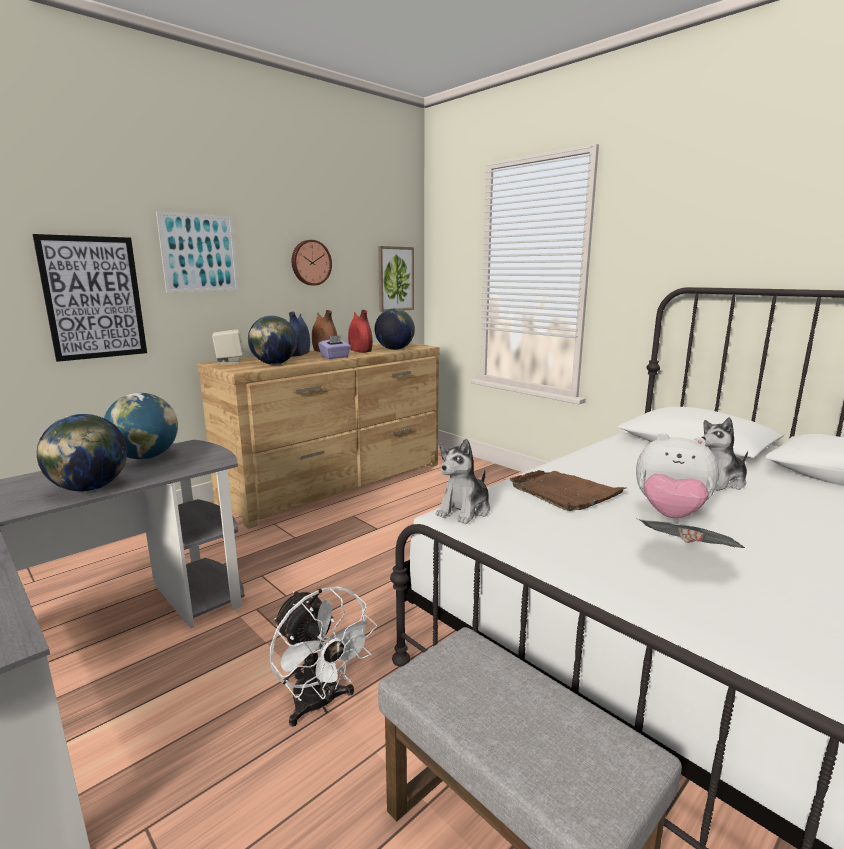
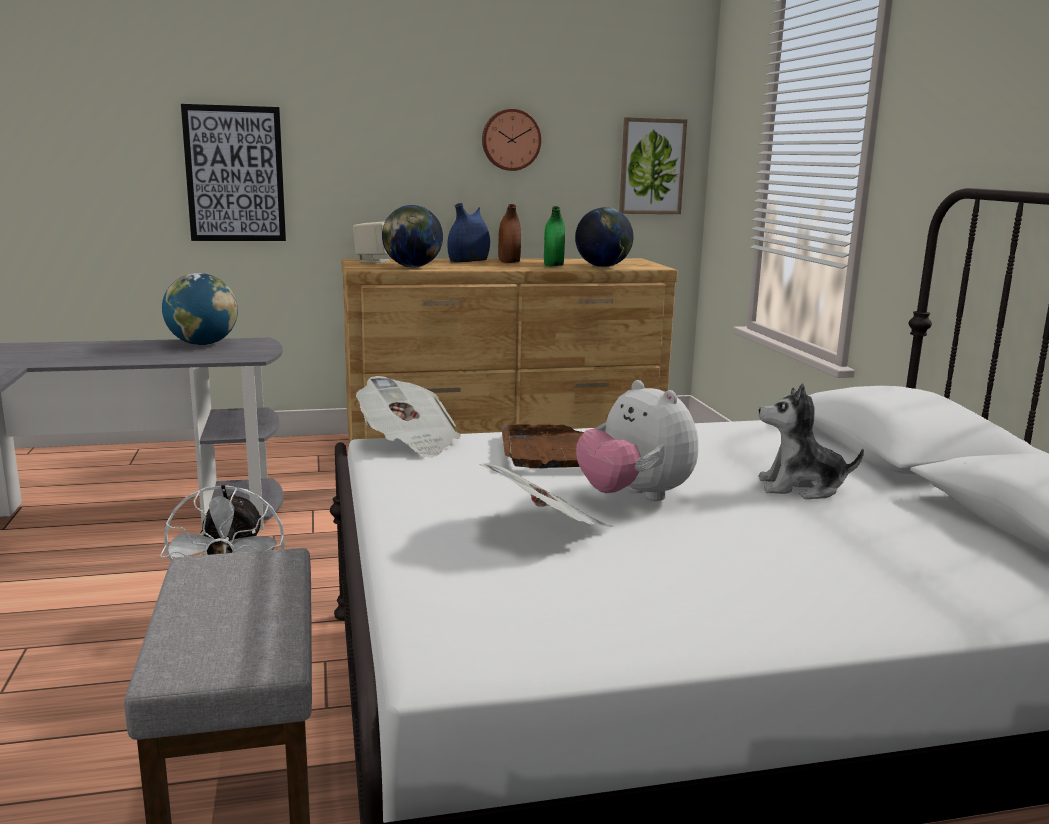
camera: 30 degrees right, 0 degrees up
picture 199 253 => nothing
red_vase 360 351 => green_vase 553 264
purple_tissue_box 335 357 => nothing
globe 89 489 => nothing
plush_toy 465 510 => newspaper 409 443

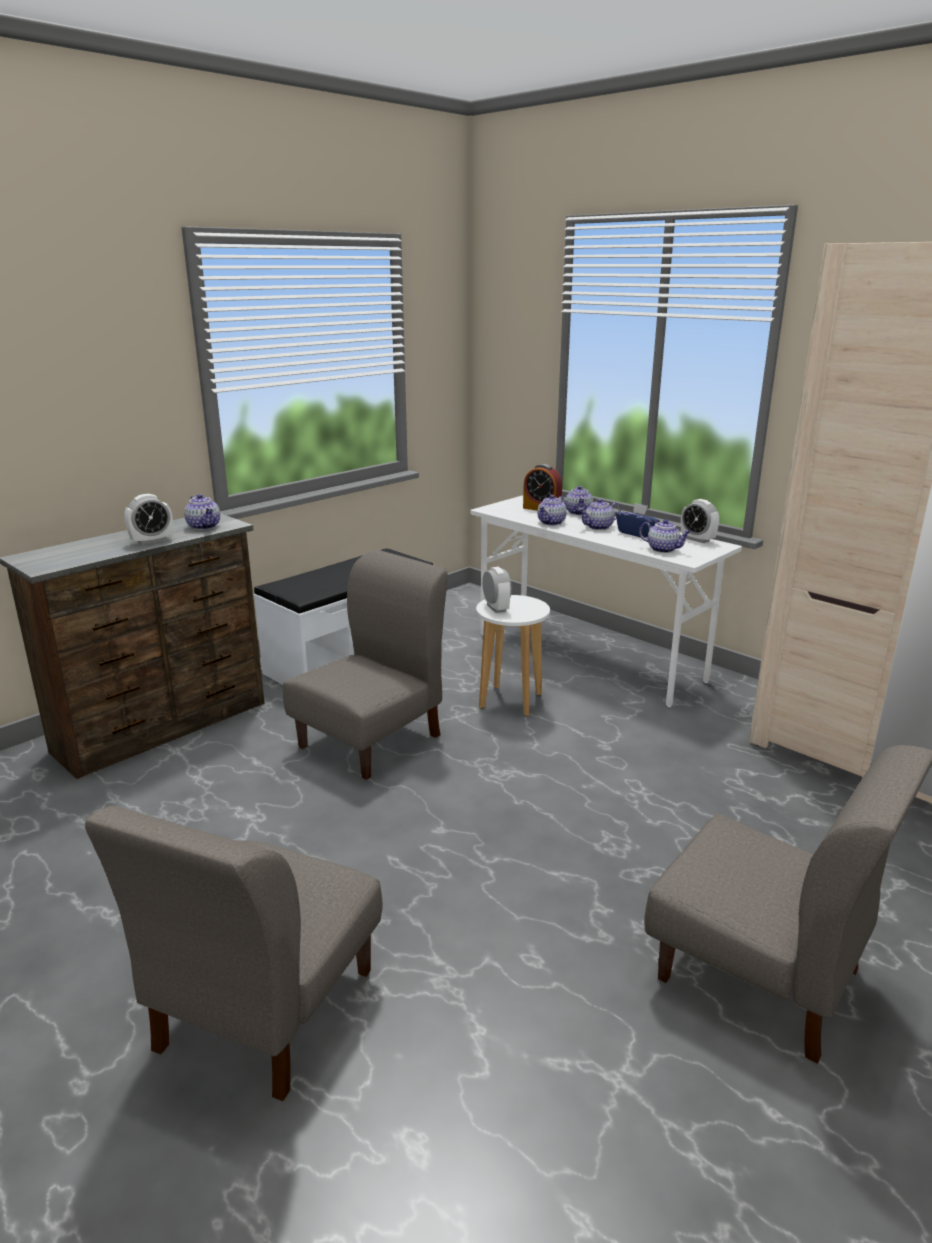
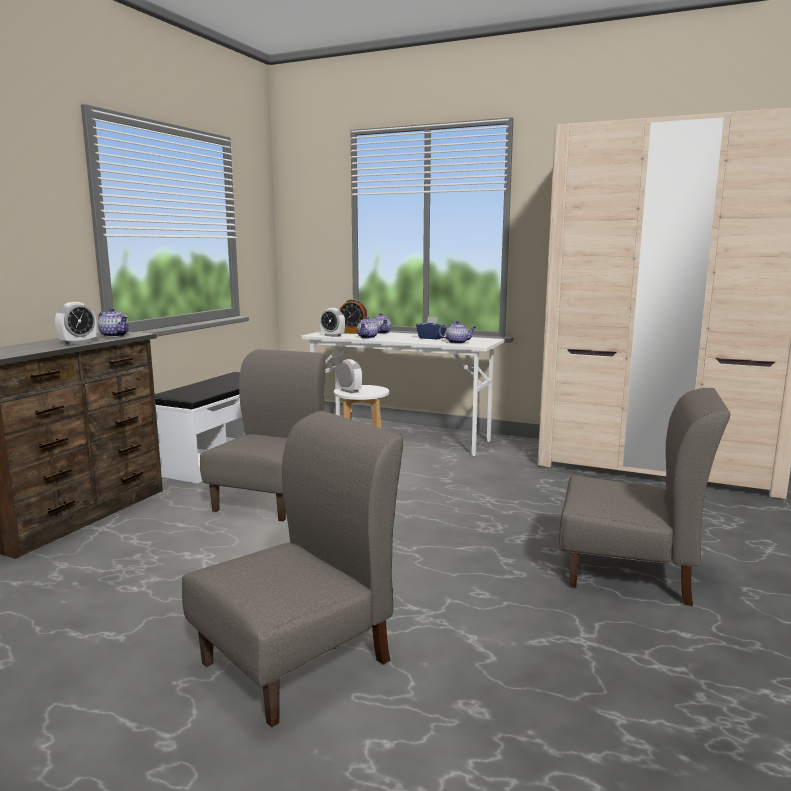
camera: 20 degrees left, 10 degrees down
teapot 598 527 => nothing
alarm_clock 697 539 => alarm_clock 332 335, relocated
grey_chair 264 1009 => grey_chair 298 662, 135 degrees counterclockwise

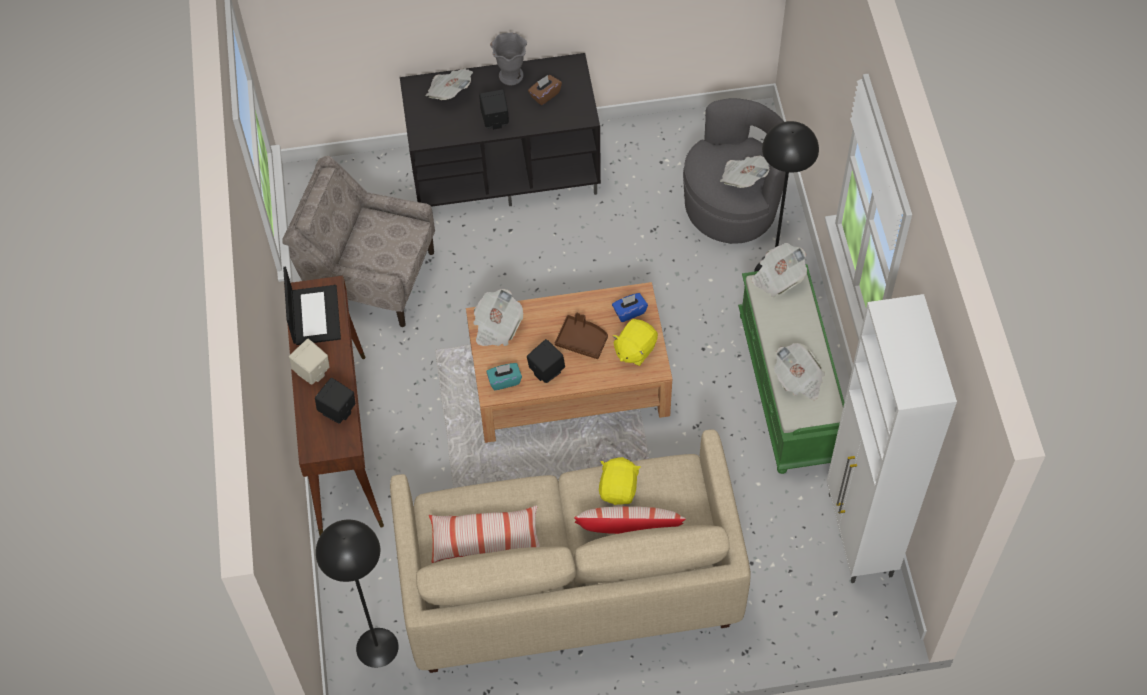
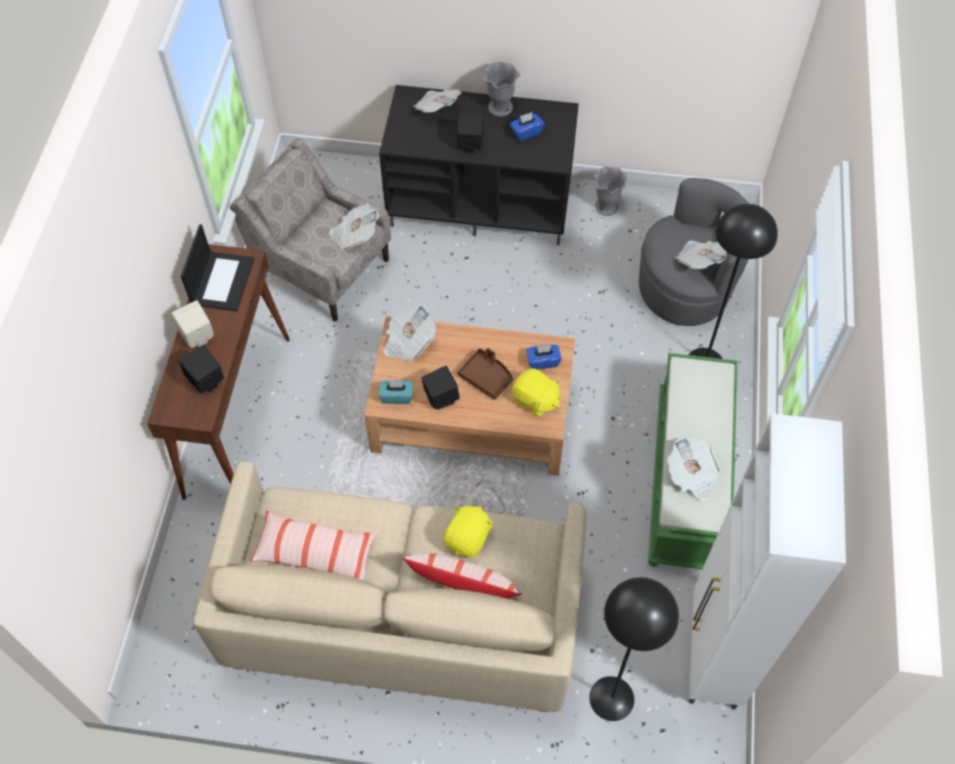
camera: 15 degrees right, 0 degrees up
brown_tissue_box 545 95 => blue_tissue_box 526 132
newspaper 778 278 => newspaper 354 235, relocated
yellow_plush_toy 634 350 => yellow_plush_toy 535 400, 105 degrees counterclockwise
black_floor_lamp 376 647 => black_floor_lamp 611 698, relocated
nothing => grey_vase 606 207

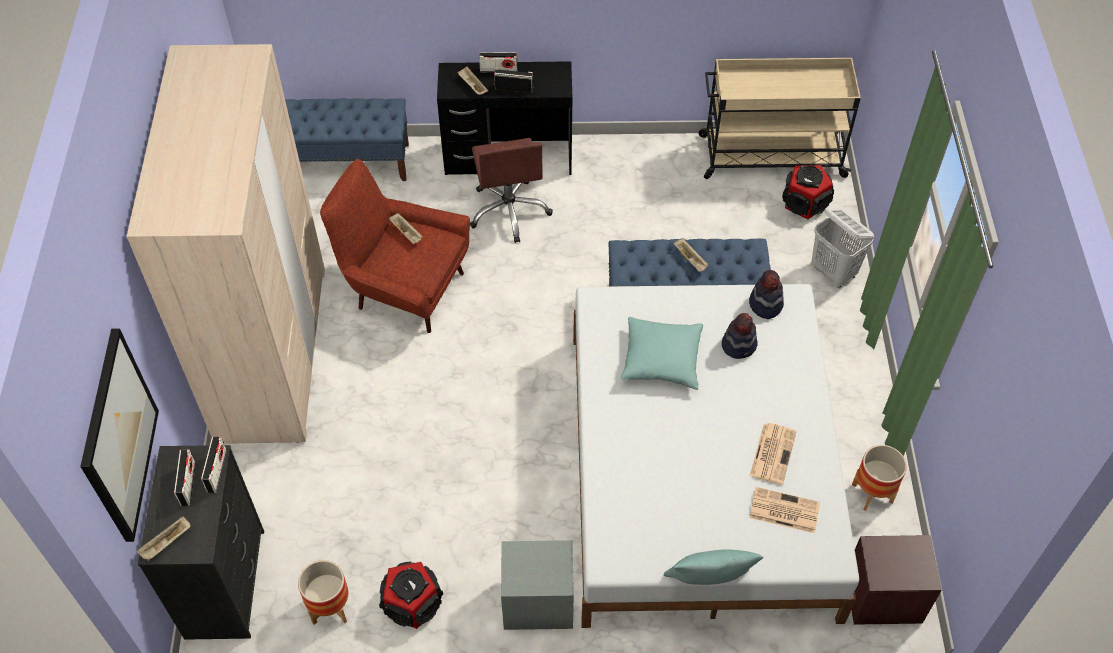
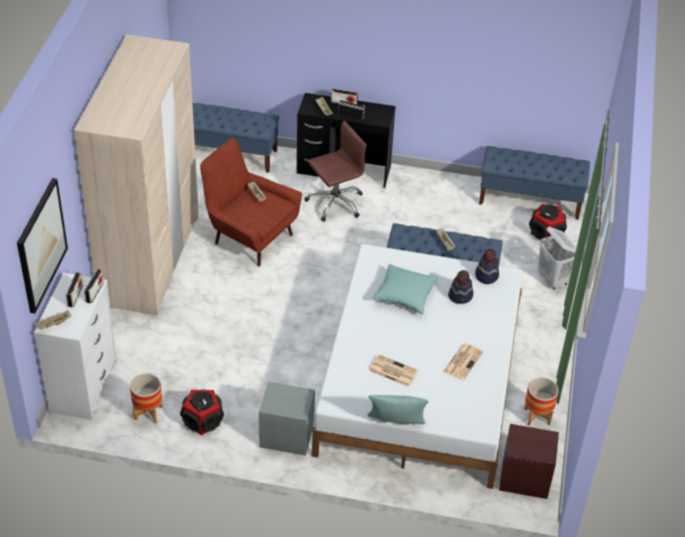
camera: 10 degrees right, 10 degrees down
beige_cart 770 156 => blue_bench 530 200
brown_office_chair 509 211 => brown_office_chair 335 203, 120 degrees counterclockwise
black_dresser 226 584 => white_dresser 84 386
newspaper 783 510 => newspaper 392 371, relocated

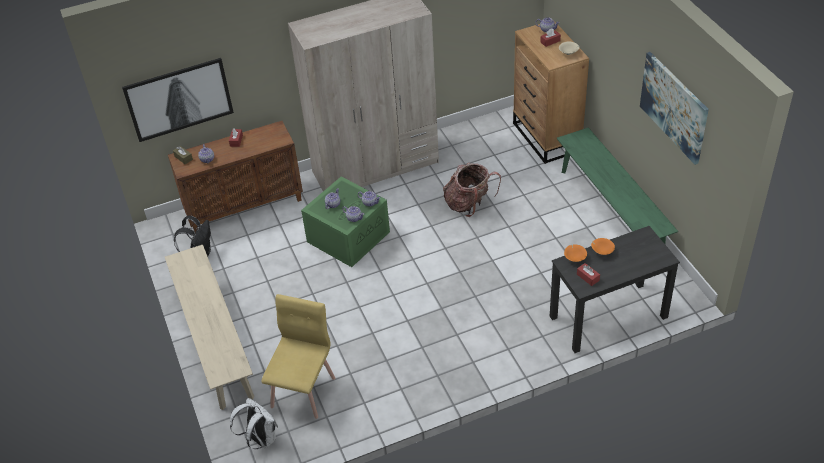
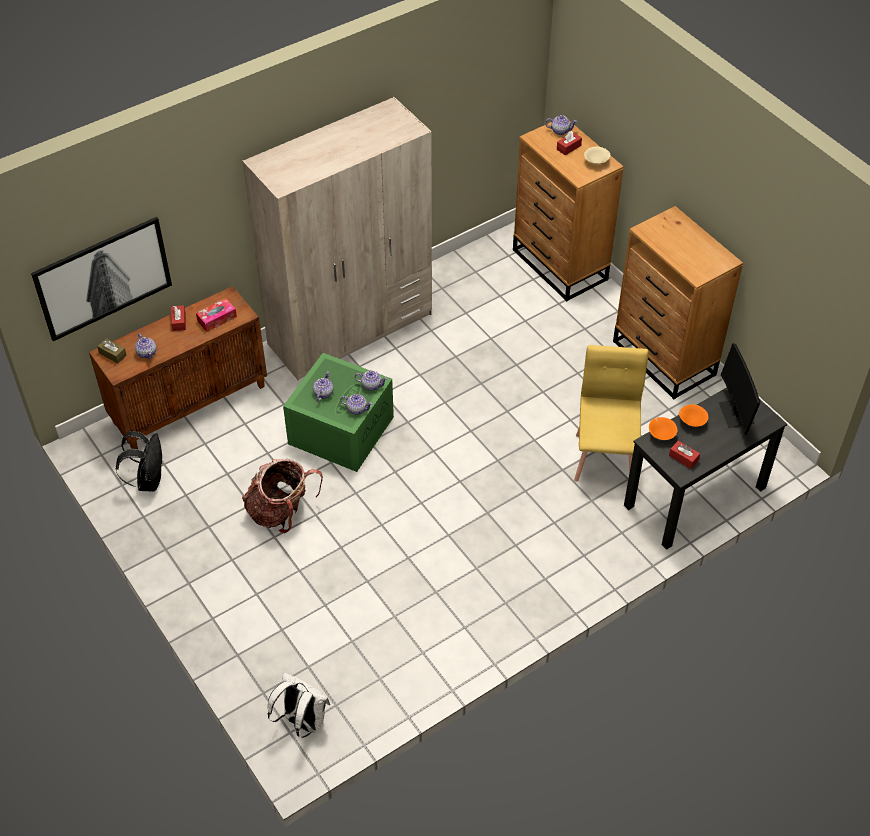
camera: 15 degrees left, 5 degrees up
picture 674 107 => nothing
green_bench 610 213 => brown_dresser 664 359
backpack 469 204 => backpack 281 511, relocated
beige_bench 215 341 => nothing
yellow_chair 304 391 => yellow_chair 605 458, relocated
nothing => tissue_box 217 319
nothing => monitor 736 414

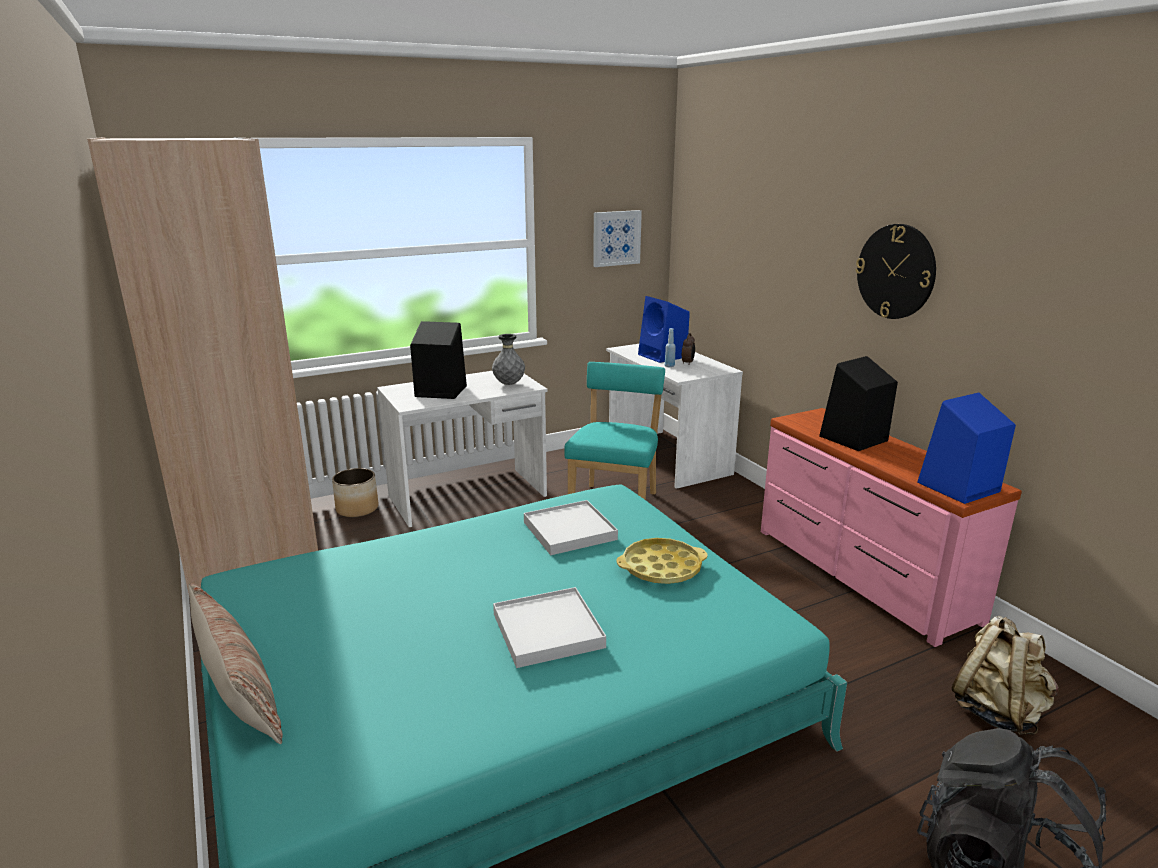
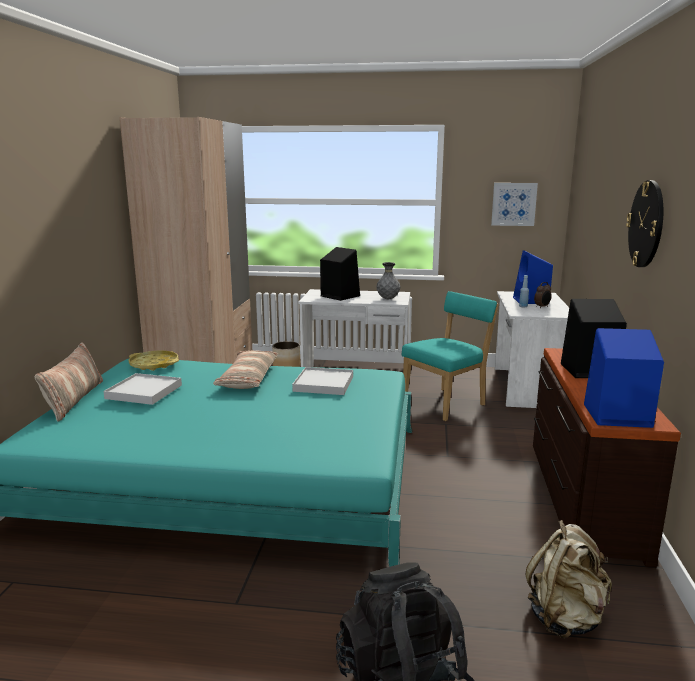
camera: 35 degrees right, 5 degrees down
pink_dresser 860 574 => brown_dresser 582 497
yellow_tray 661 567 => yellow_tray 154 364, relocated
white_tray 548 630 => white_tray 144 392, relocated
nothing => pillow 248 378

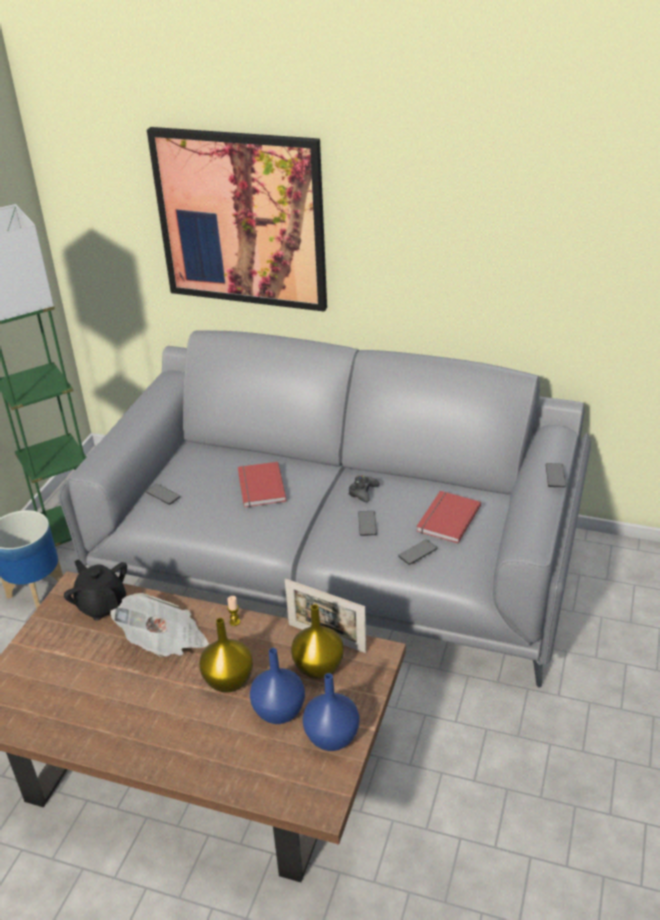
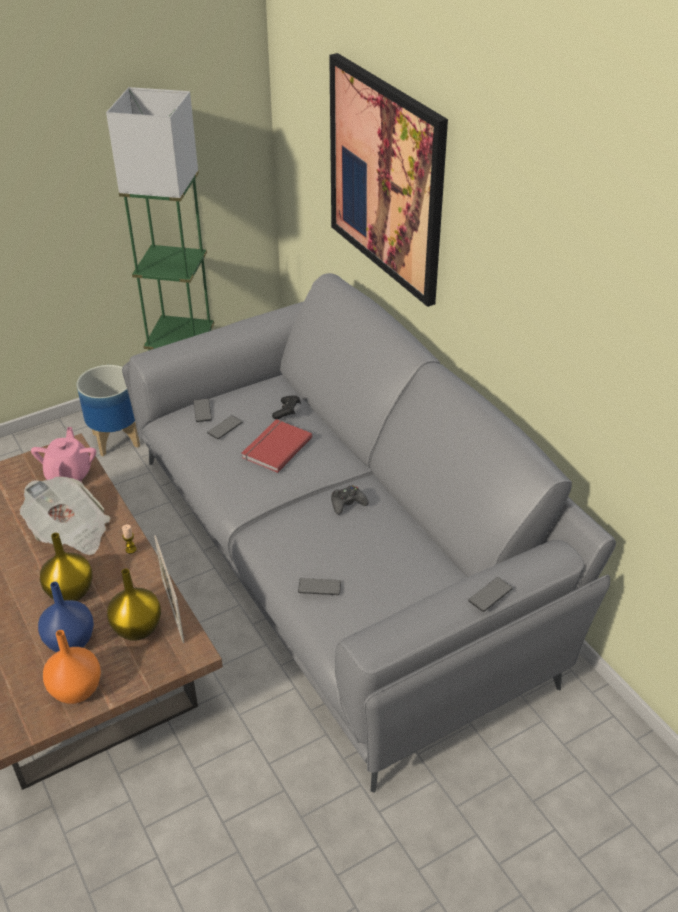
camera: 40 degrees right, 5 degrees up
red_book 446 518 => nothing
phone 367 524 => phone 225 428, relocated
black_teapot 102 605 => pink_teapot 69 475
blue_vase 332 738 => orange_vase 76 691
nothing => black_game_controller 287 412

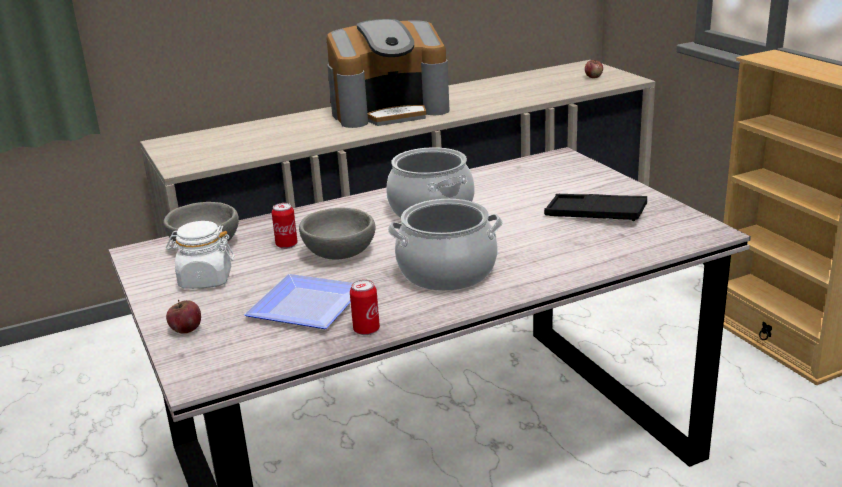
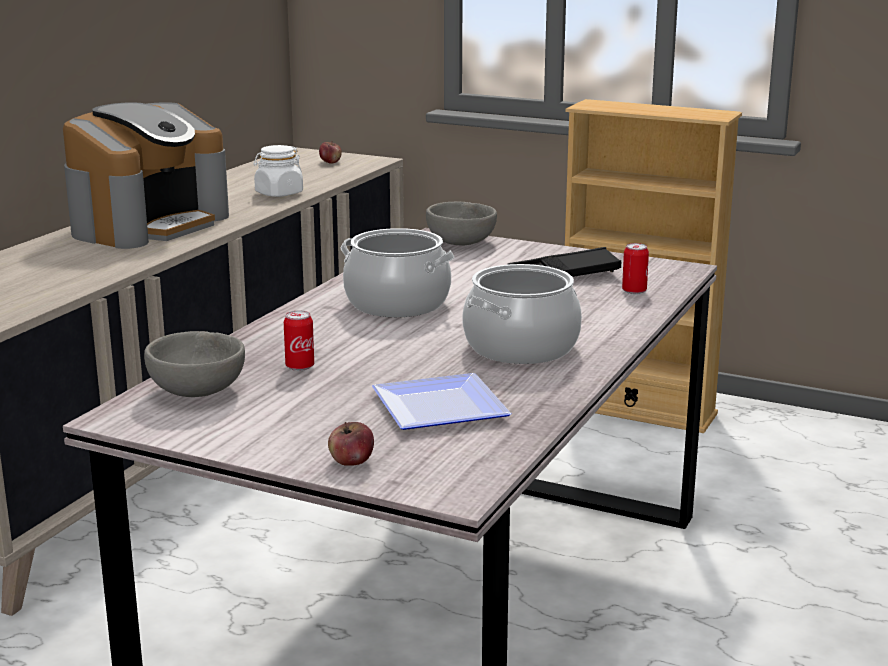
camera: 40 degrees left, 5 degrees down
grey_bowl 338 253 => grey_bowl 459 242, relocated
white_jar 205 280 => white_jar 279 193, relocated
can 366 330 => can 634 291, relocated

